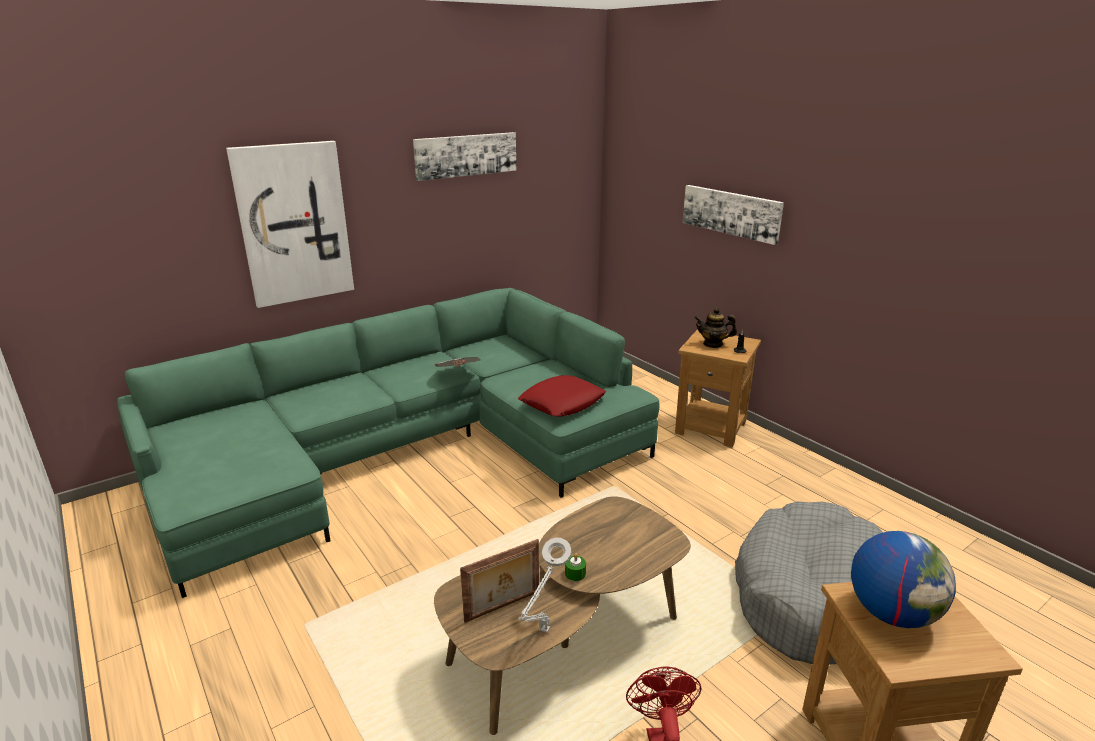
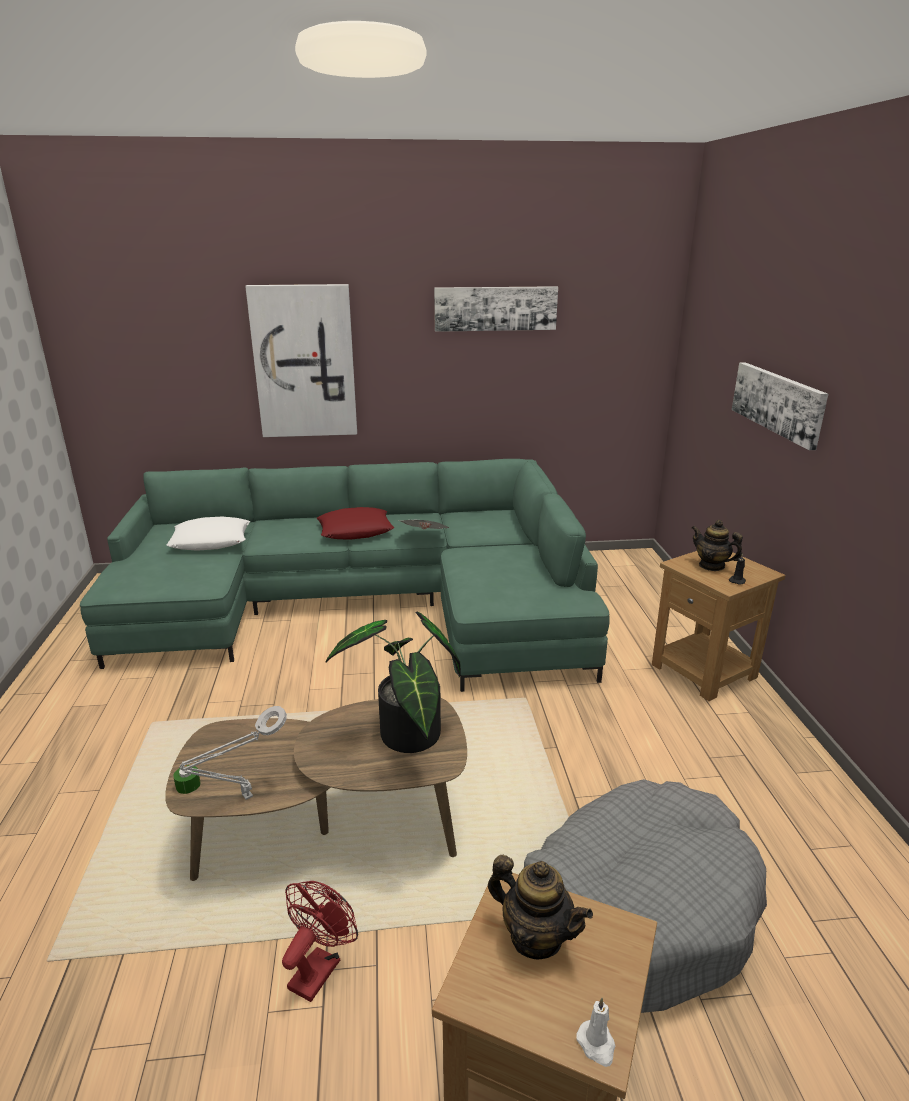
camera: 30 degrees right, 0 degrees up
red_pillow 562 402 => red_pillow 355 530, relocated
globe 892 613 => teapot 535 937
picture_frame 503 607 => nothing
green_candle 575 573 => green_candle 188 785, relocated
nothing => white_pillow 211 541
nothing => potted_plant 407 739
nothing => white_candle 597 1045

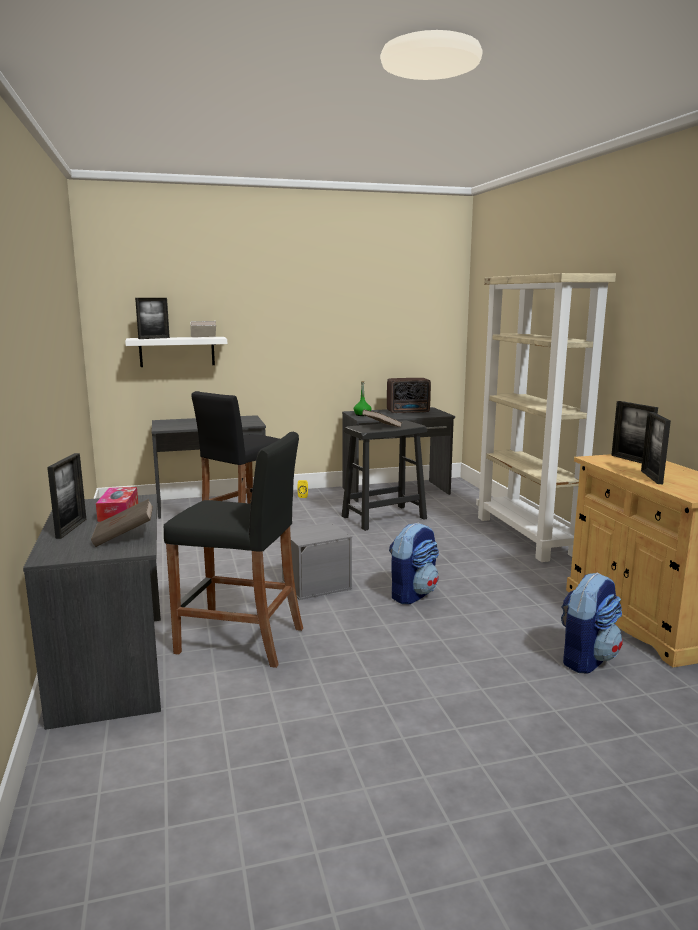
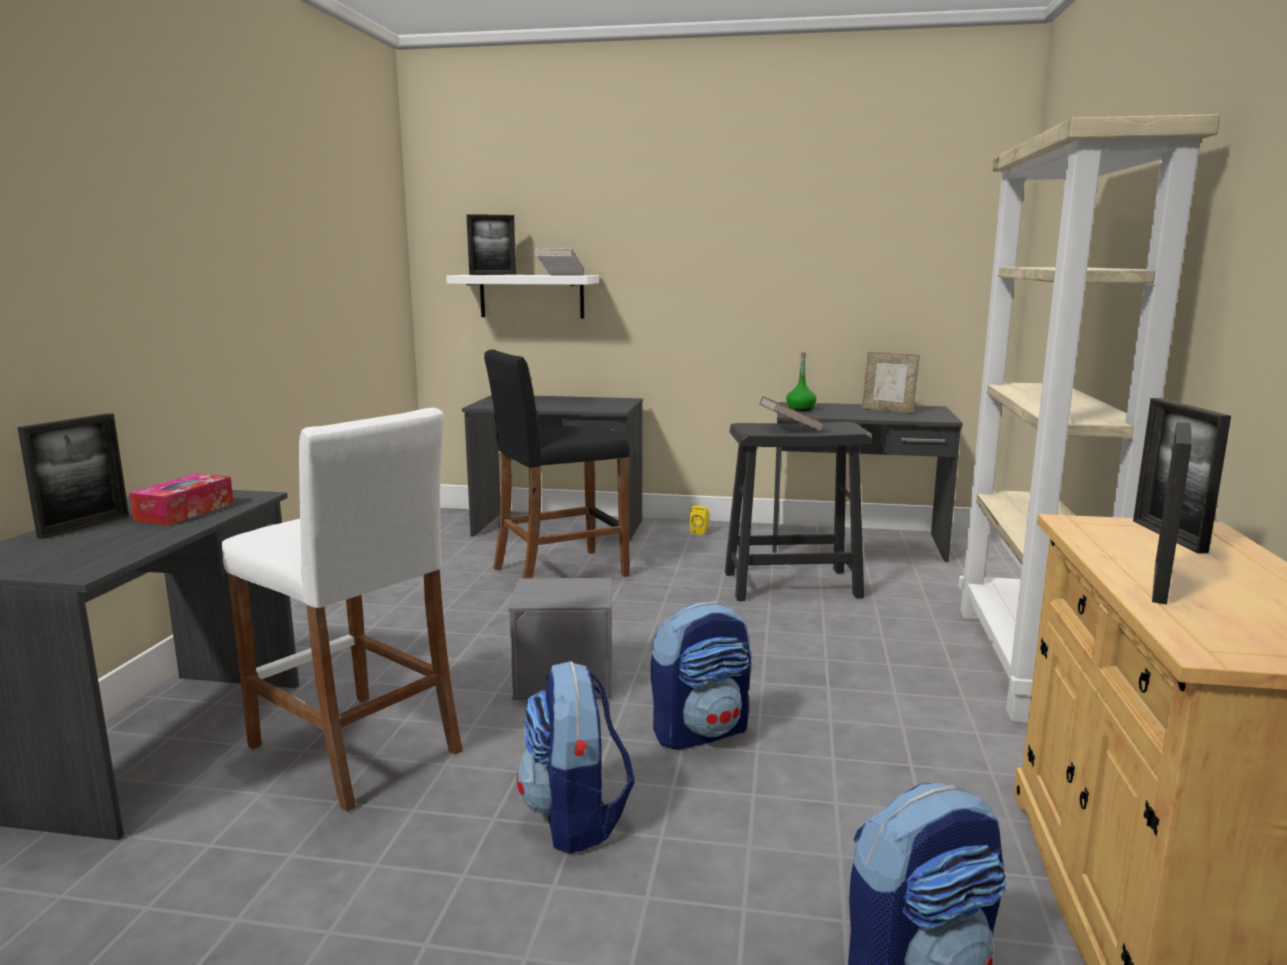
camera: 25 degrees right, 0 degrees up
radio 409 412 => picture_frame 888 410
black_stool 241 640 => white_stool 355 749
brown_book 124 537 => nothing
nothing => backpack 576 818

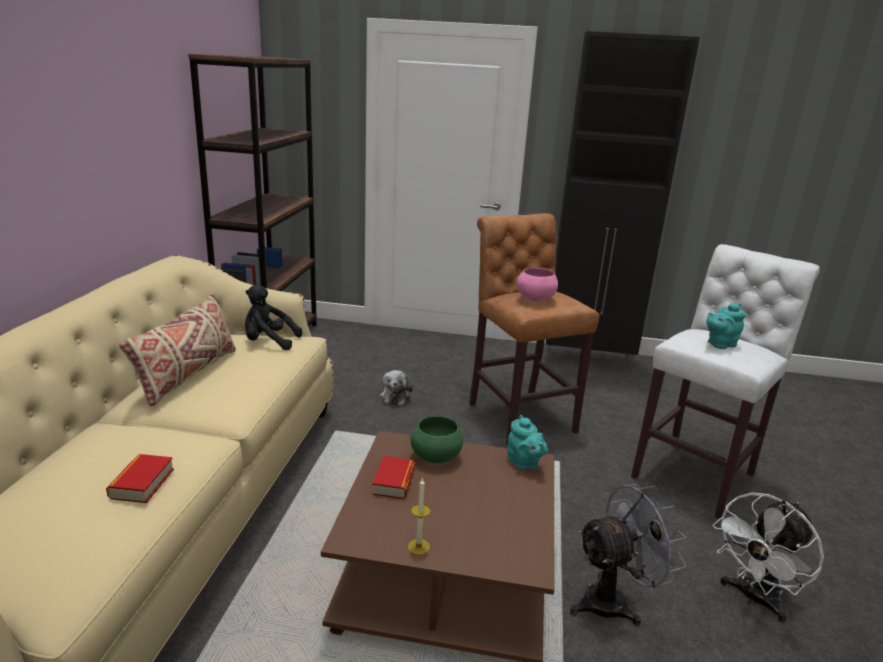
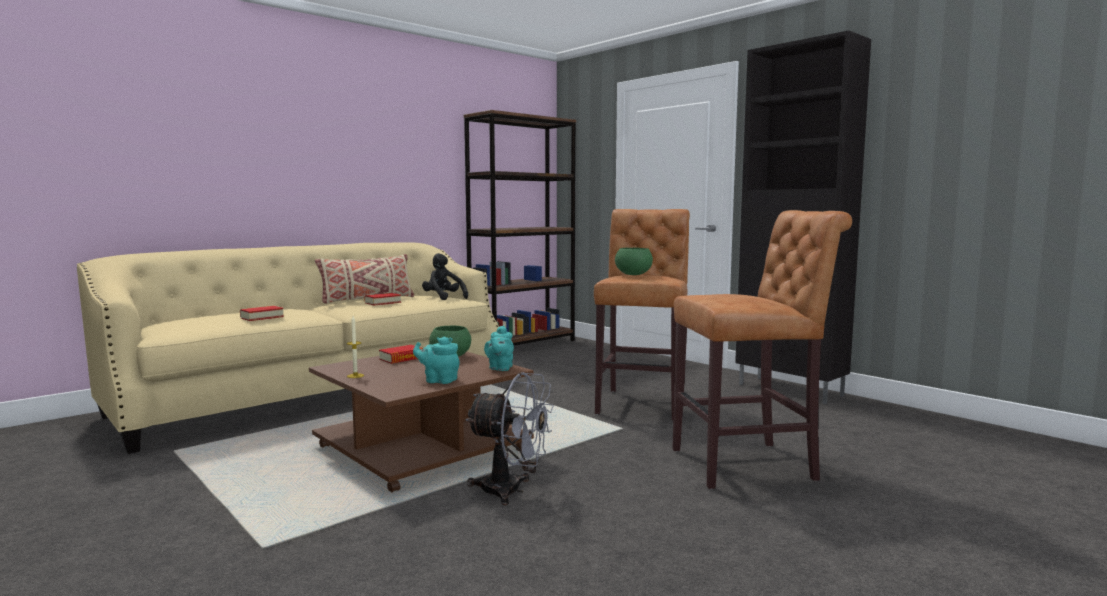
camera: 40 degrees right, 15 degrees down
white_stool 697 473 => brown_stool 750 465
pink_bowl 535 299 => green_bowl 633 274
turquoise_teapot 719 344 => turquoise_teapot 439 380, relocated
plush_toy 395 396 => nothing
white_fan 753 598 => nothing
nothing => book 383 302

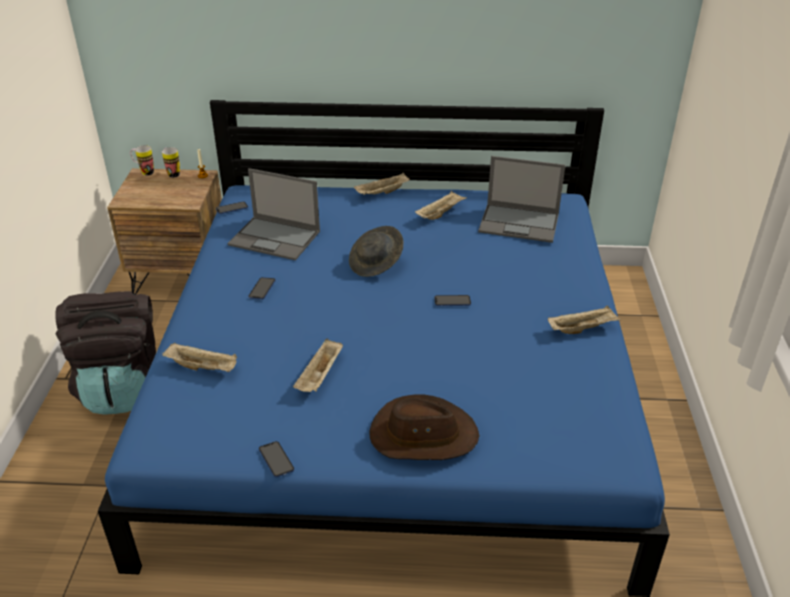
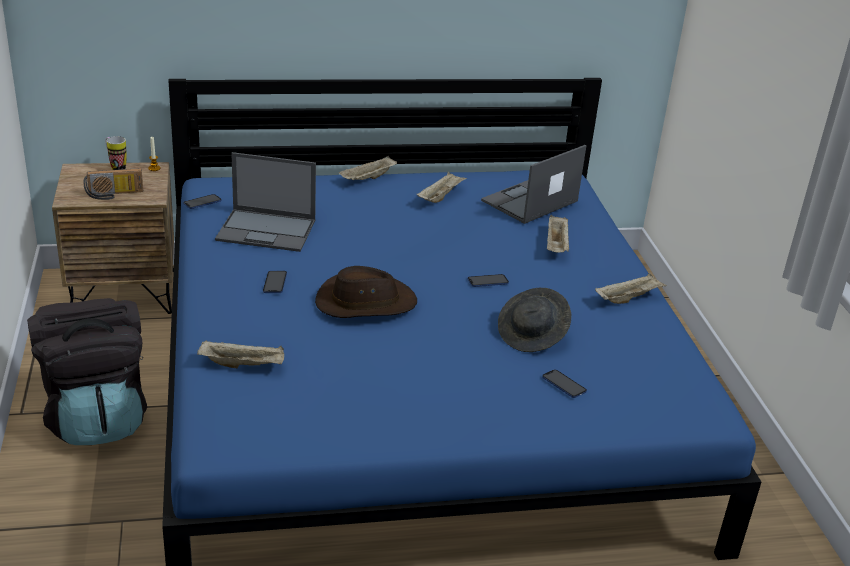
camera: 15 degrees left, 5 degrees down
mug 144 172 => nothing
laptop 520 223 => laptop 529 201, 135 degrees clockwise
grey_hat 376 263 => grey_hat 532 335, relocated
beige_tray 320 376 => beige_tray 556 245, relocated
brown_hat 423 435 => brown_hat 365 302, relocated
phone 276 460 => phone 564 385, relocated
nothing => radio 114 195

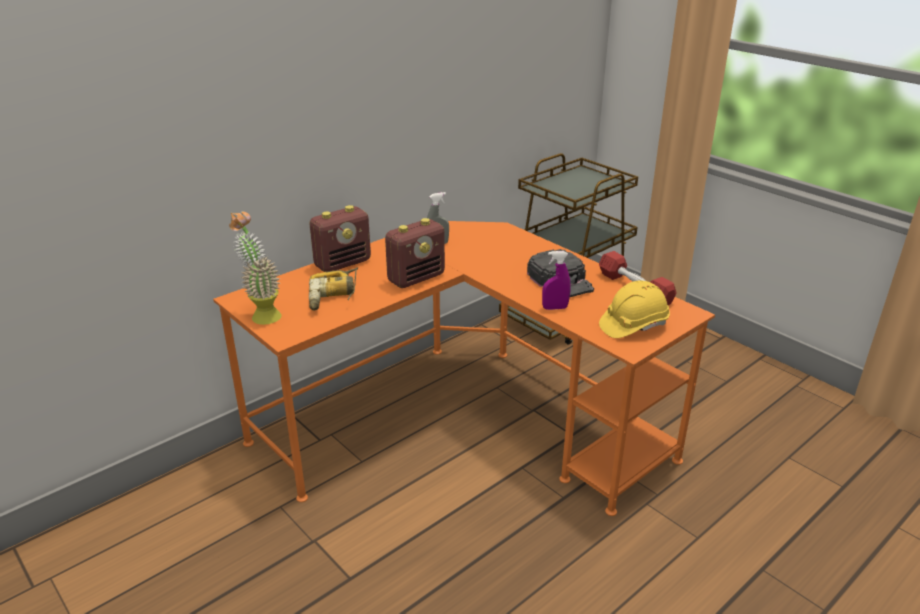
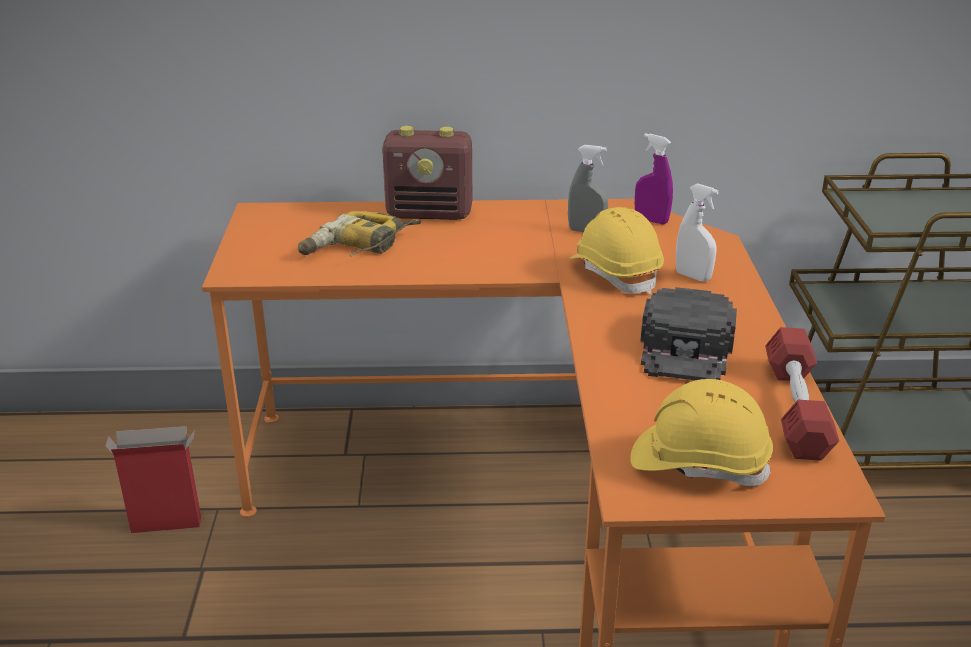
camera: 40 degrees right, 0 degrees up
potted_plant 261 314 => nothing
radio 416 278 => nothing
purple_spray_bottle 555 308 => purple_spray_bottle 651 220, relocated
nothing => white_spray_bottle 693 276
nothing => yellow_hard_hat 615 272
nothing => cardboard_box 168 524

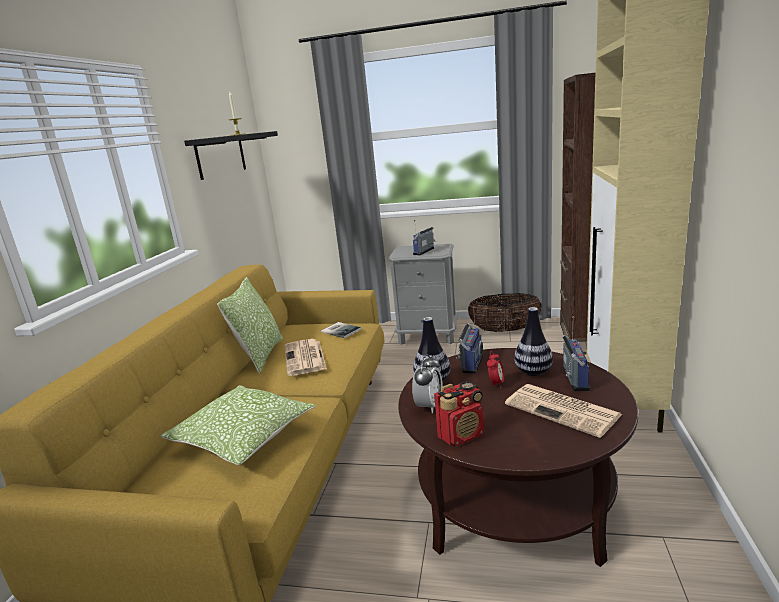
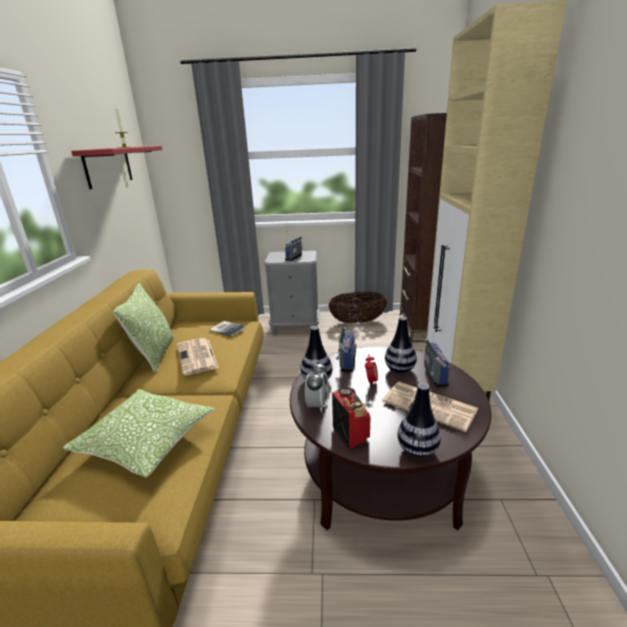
camera: 10 degrees left, 5 degrees up
black_shelf 221 155 => red_shelf 108 166
radio 461 435 => radio 350 434, 75 degrees counterclockwise
nothing => vase 417 450

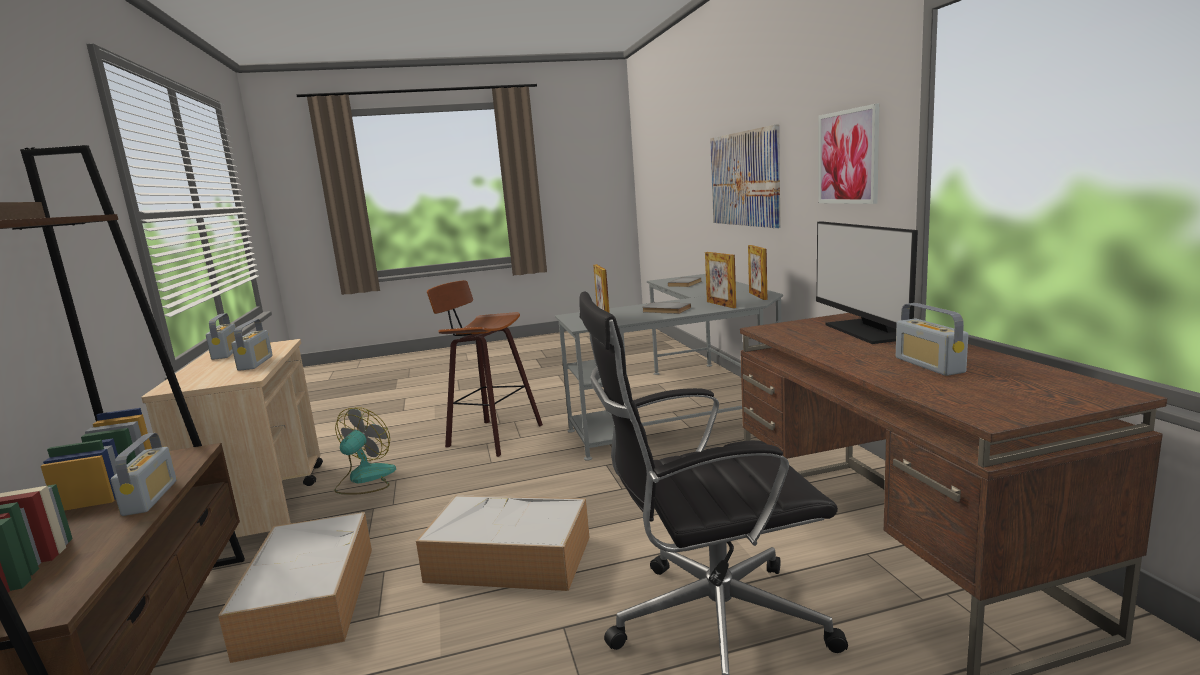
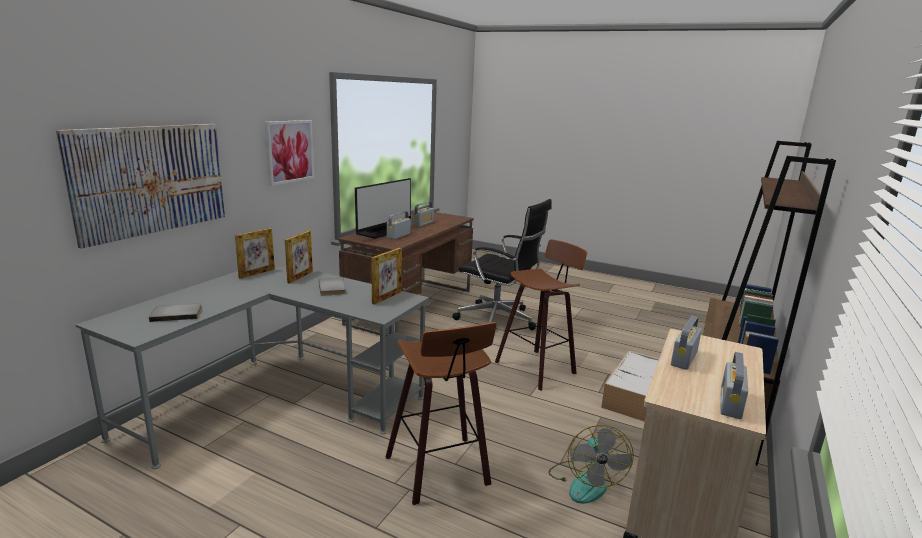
camera: 140 degrees left, 5 degrees up
fan 365 479 => fan 585 481, 60 degrees counterclockwise
radio 150 498 => radio 398 235, relocated
storage_box 507 559 => stool 537 367

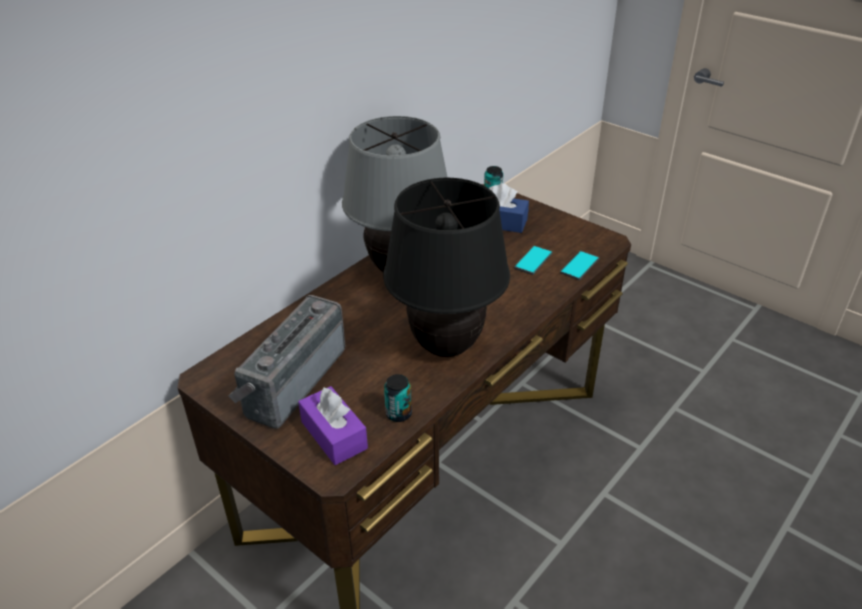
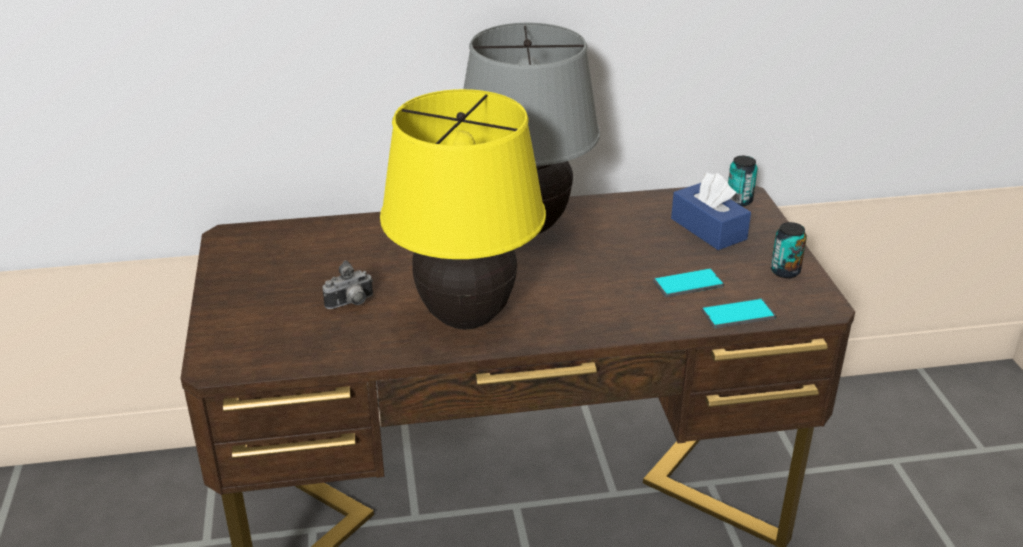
camera: 40 degrees right, 5 degrees down
black_table_lamp 446 346 => yellow_table_lamp 467 318
radio 291 380 => nothing
can 398 414 => can 785 271, relocated
purple_tissue_box 334 435 => nothing
nothing => photo_camera 351 304

